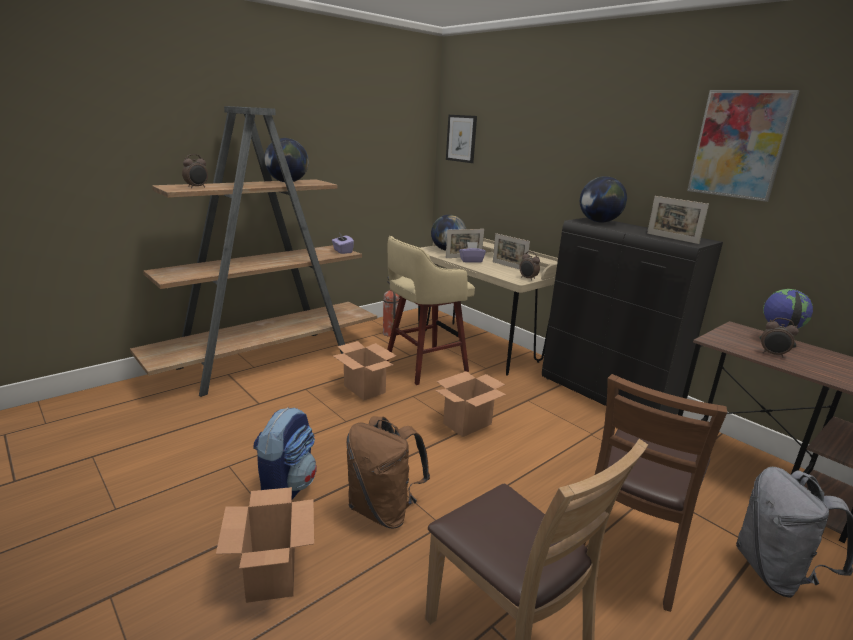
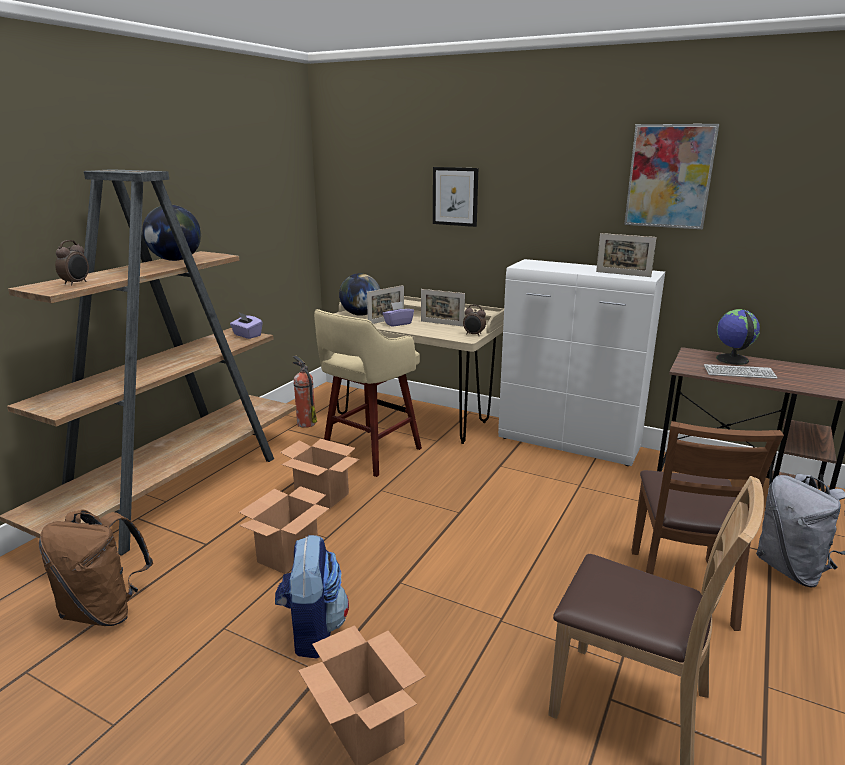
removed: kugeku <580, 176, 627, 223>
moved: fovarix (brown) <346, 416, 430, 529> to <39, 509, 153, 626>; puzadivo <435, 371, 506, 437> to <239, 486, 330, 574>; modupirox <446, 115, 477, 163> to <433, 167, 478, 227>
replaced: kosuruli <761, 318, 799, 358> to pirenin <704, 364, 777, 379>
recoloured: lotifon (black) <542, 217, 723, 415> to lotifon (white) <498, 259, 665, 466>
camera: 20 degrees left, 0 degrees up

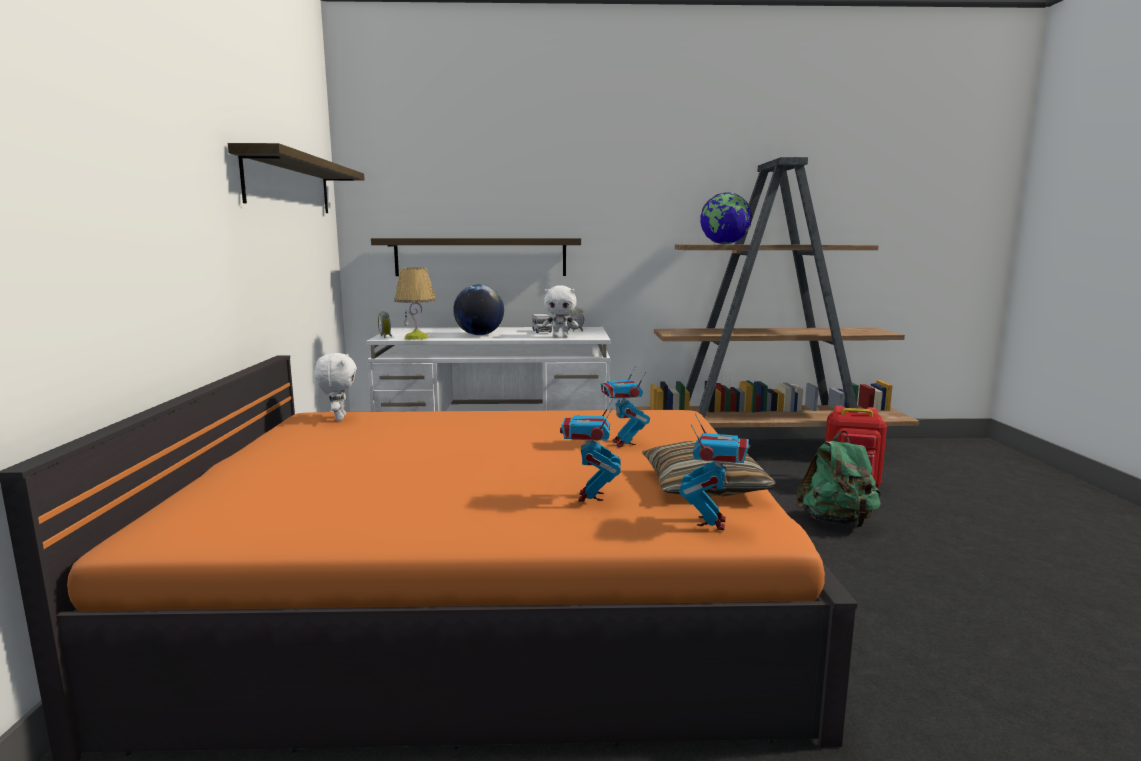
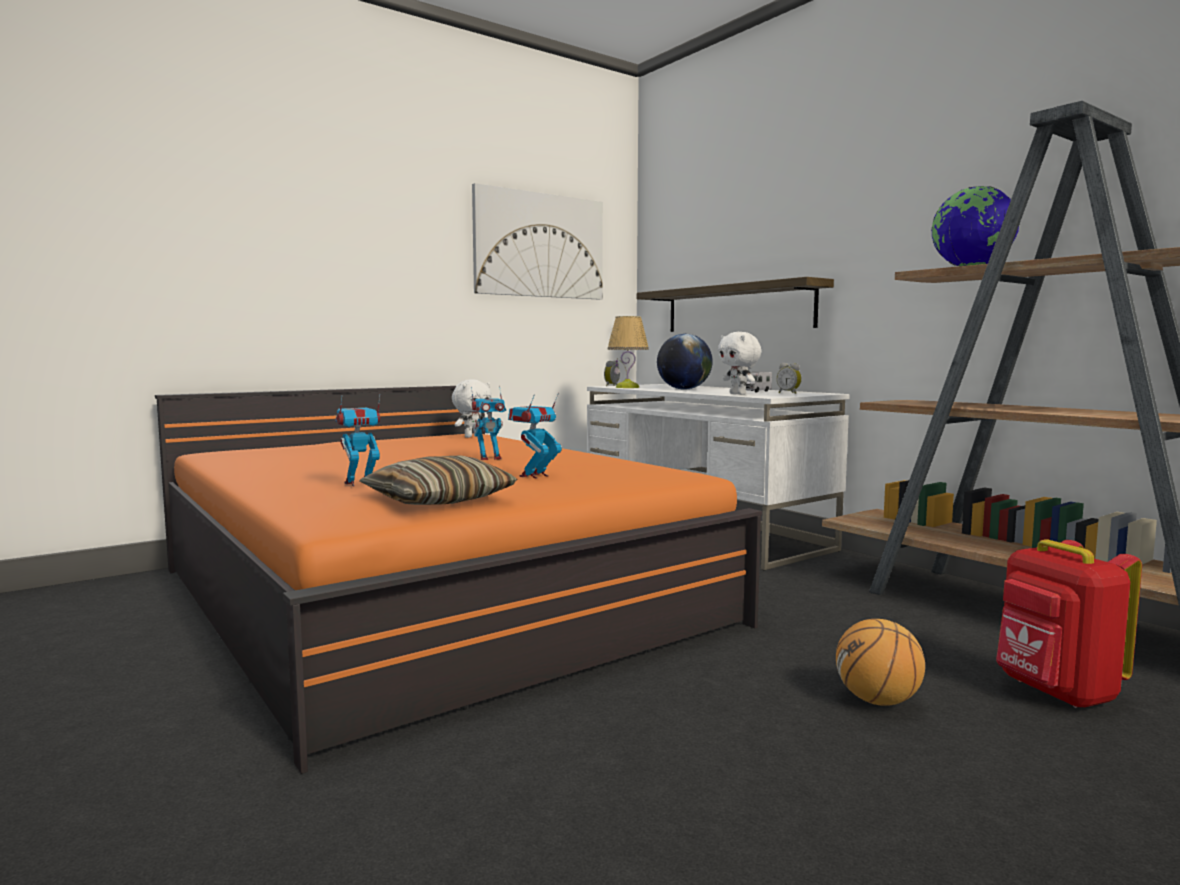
moved: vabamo <679, 413, 750, 530> to <471, 386, 506, 460>
replaced: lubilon <228, 143, 365, 213> to modupirox <472, 183, 603, 299>; fovarix (green) <796, 431, 881, 528> to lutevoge <836, 619, 925, 706>
camera: 55 degrees right, 5 degrees down

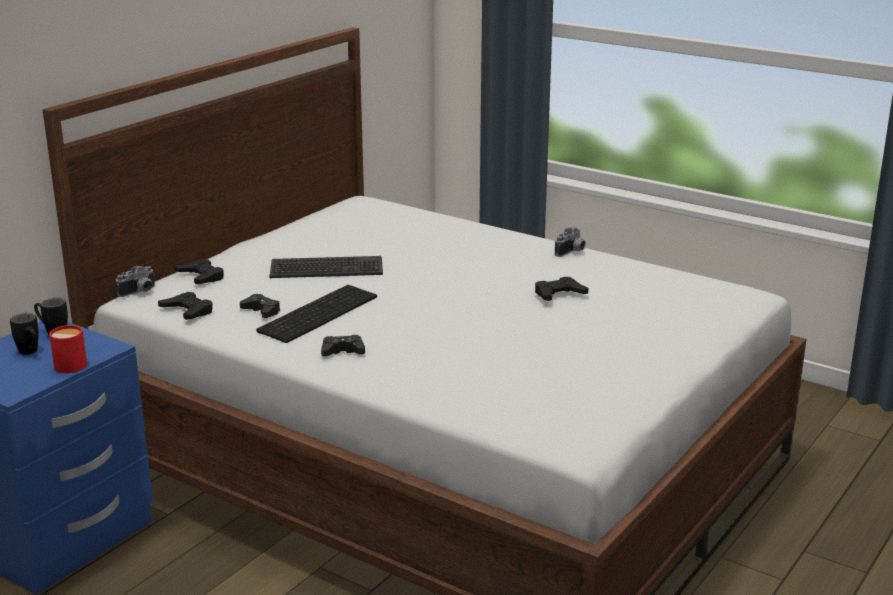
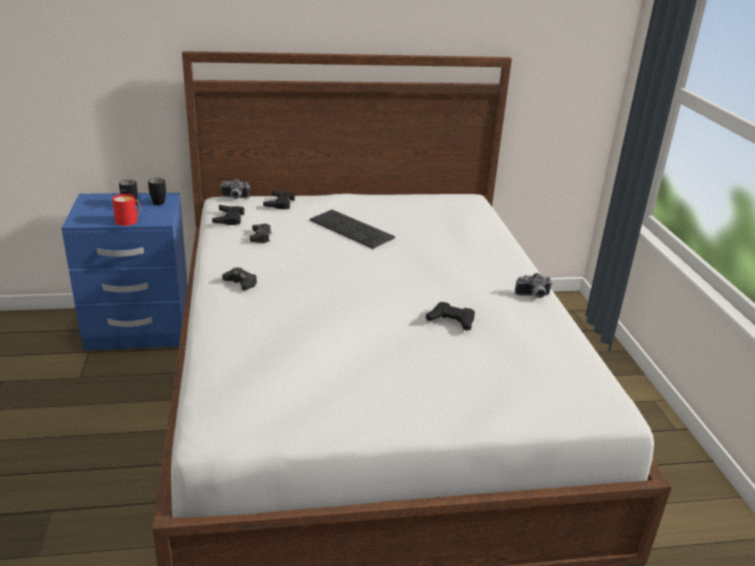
removed: pirenin <256, 285, 377, 343>
camera: 45 degrees right, 5 degrees up

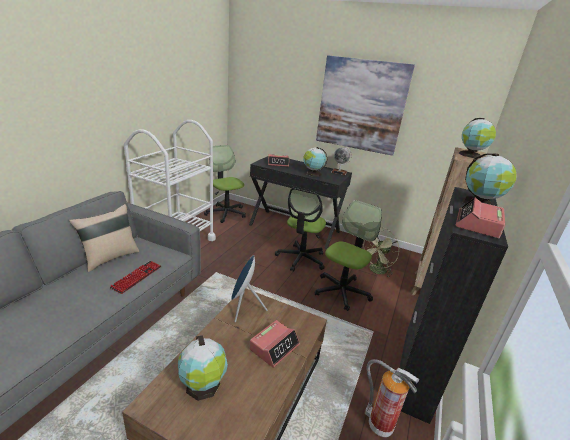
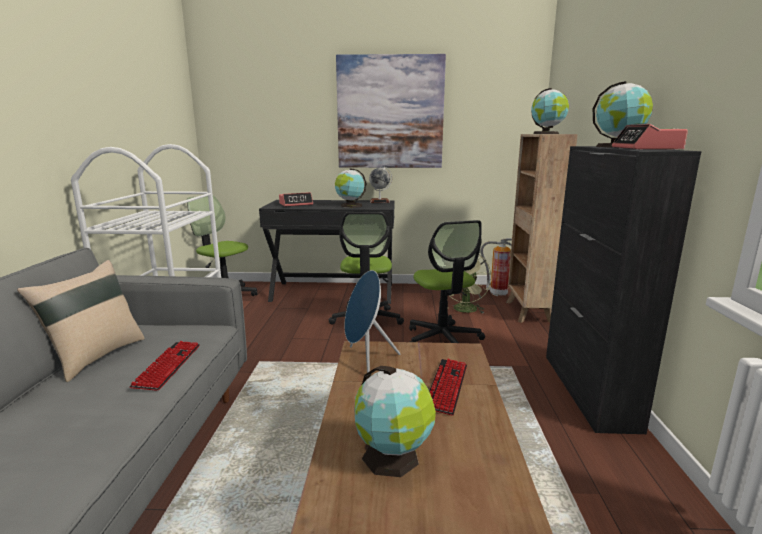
moved: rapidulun <365, 359, 419, 437> to <481, 238, 512, 296>
replaced: kosuruli <249, 320, 300, 368> to pirenin <429, 359, 467, 416>
turned: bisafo <315, 200, 382, 311> = <409, 220, 485, 343> 150 degrees clockwise
camera: 20 degrees left, 10 degrees down

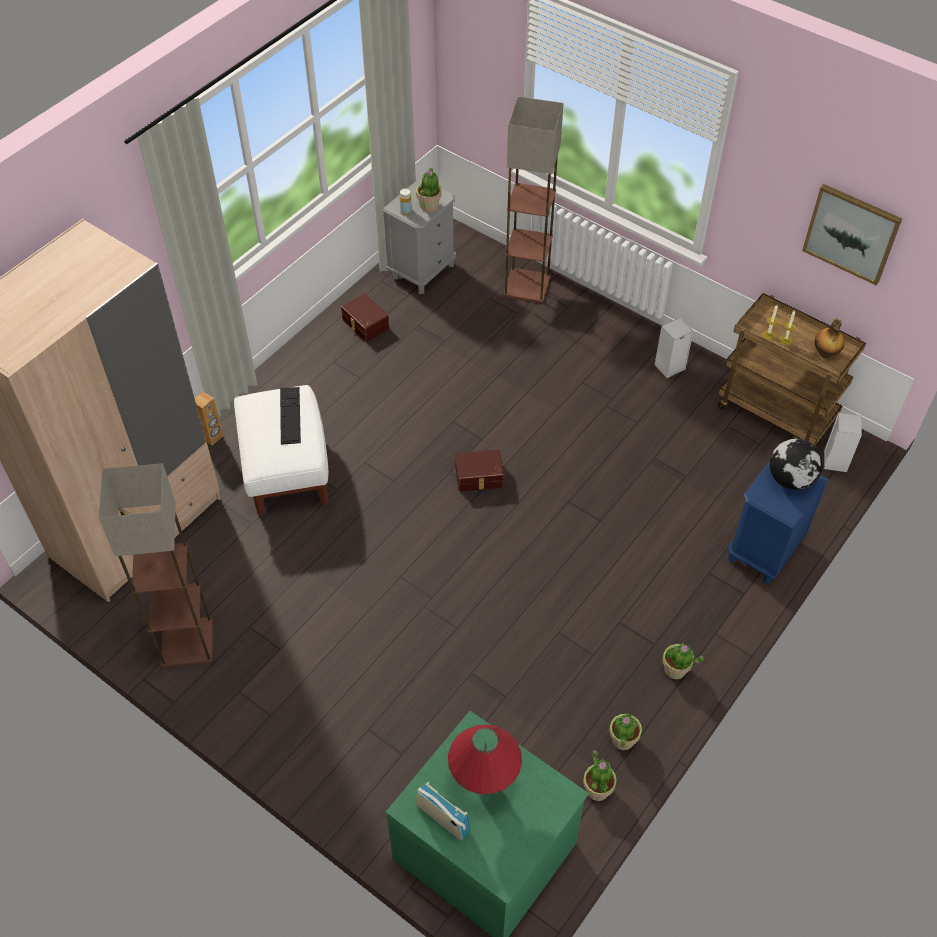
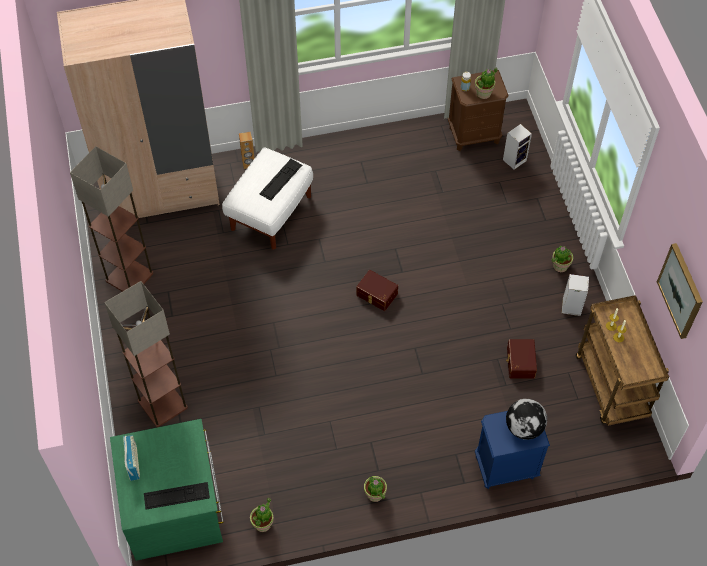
removed: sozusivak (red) <448, 725, 522, 794>; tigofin <815, 319, 845, 358>
added: pirenin <144, 482, 210, 510>
moved: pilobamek <503, 96, 564, 303> to <104, 281, 188, 427>; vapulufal <824, 413, 862, 472> to <503, 124, 532, 170>; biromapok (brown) <341, 294, 389, 342> to <506, 339, 537, 378>; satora <609, 714, 642, 750> to <552, 246, 573, 272>
recoloured: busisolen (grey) <382, 178, 456, 294> to busisolen (brown) <448, 70, 509, 151>
camera: 40 degrees right, 5 degrees up

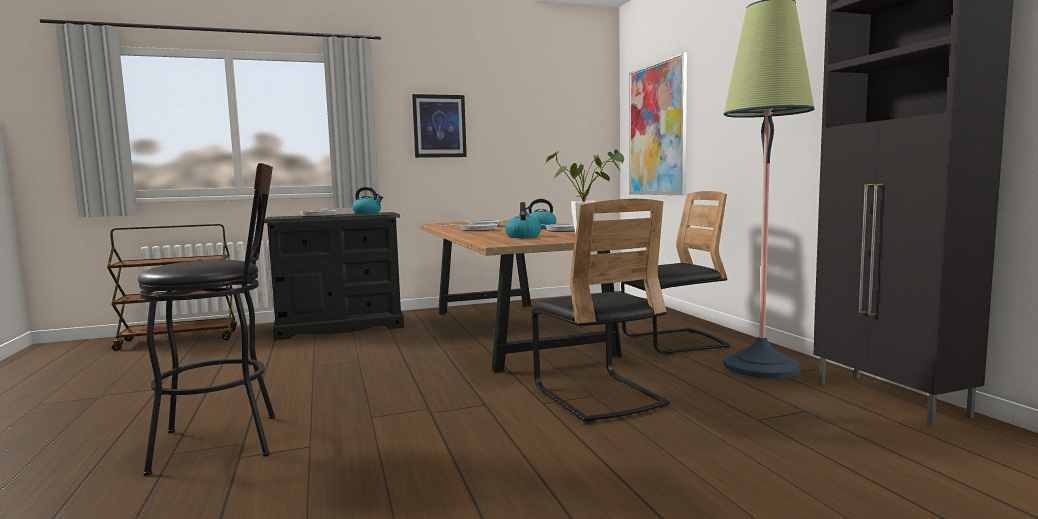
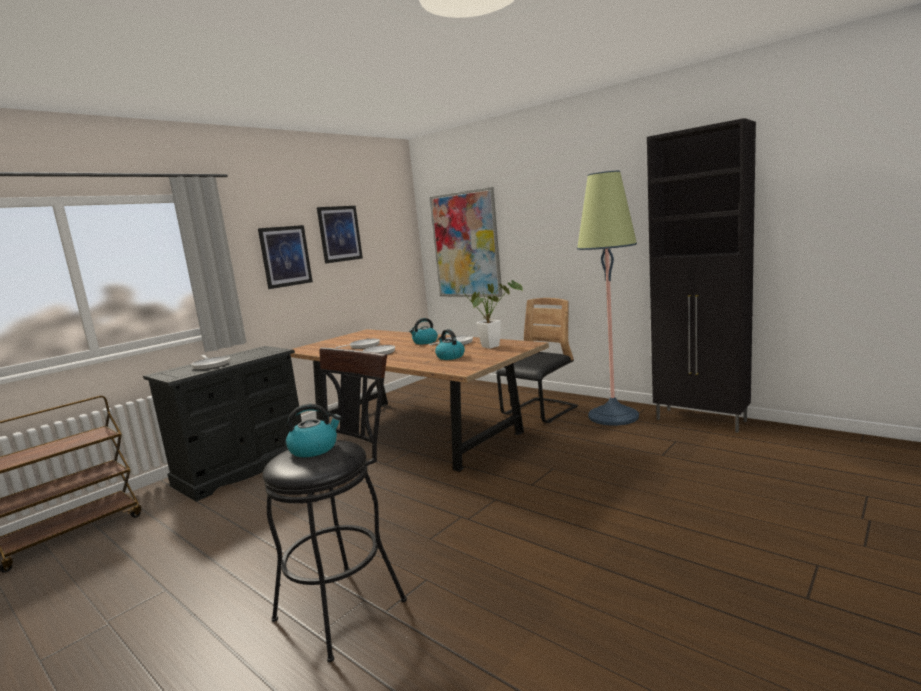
removed: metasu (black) <532, 199, 670, 423>
added: modupirox <317, 206, 363, 264>
moved: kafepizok <352, 187, 383, 214> to <286, 404, 342, 457>
camera: 30 degrees left, 5 degrees up

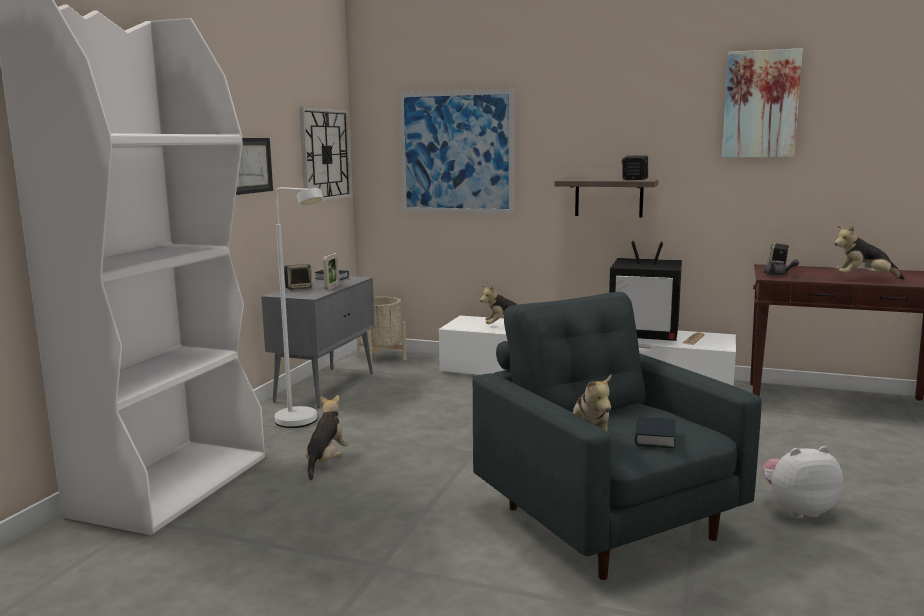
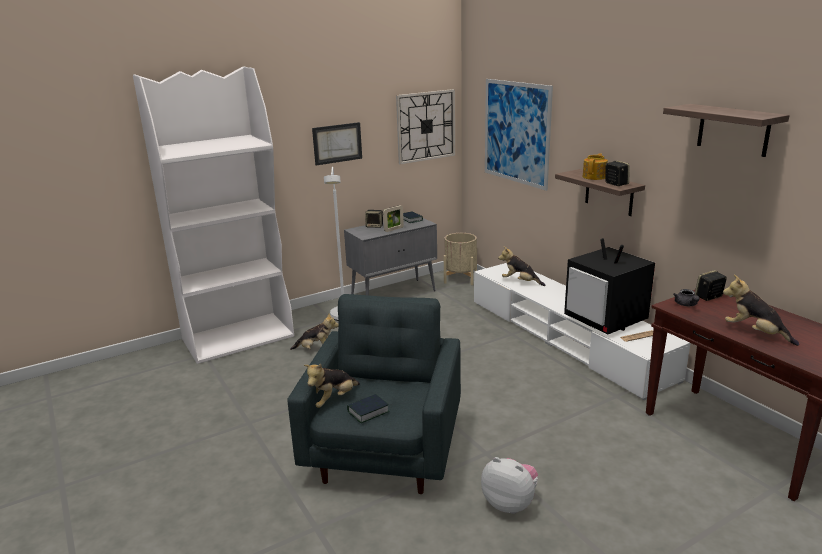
added: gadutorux <582, 154, 608, 180>
replaced: modupirox <722, 48, 803, 157> to lubilon <663, 104, 790, 157>
turned: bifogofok <305, 395, 349, 480> = <290, 313, 338, 350> 45 degrees clockwise
camera: 40 degrees right, 10 degrees up

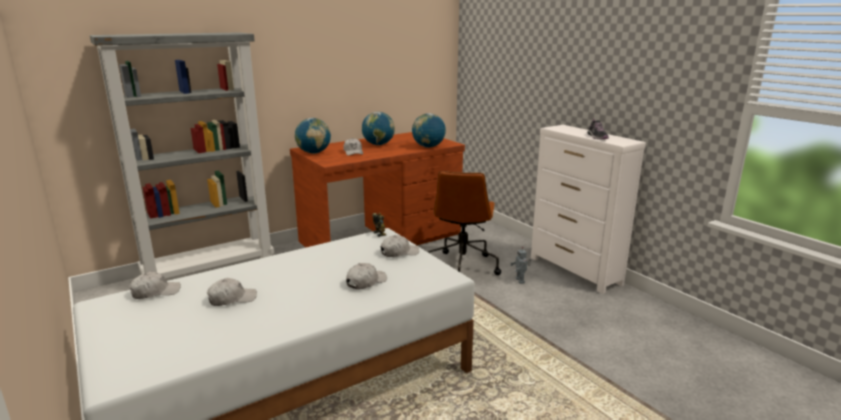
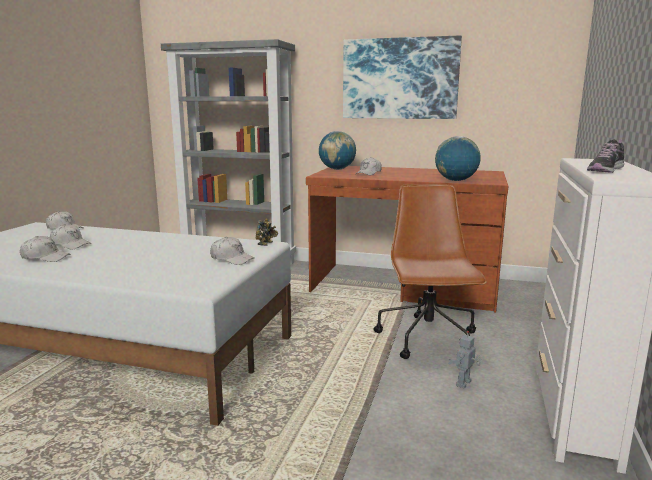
removed: kugeku <362, 112, 395, 145>
added: modupirox <343, 35, 462, 119>
moved: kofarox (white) <346, 263, 387, 290> to <20, 236, 71, 262>
turned: bisafo (brown) <427, 171, 501, 275> = <374, 184, 487, 359> 120 degrees clockwise
camera: 50 degrees right, 5 degrees down

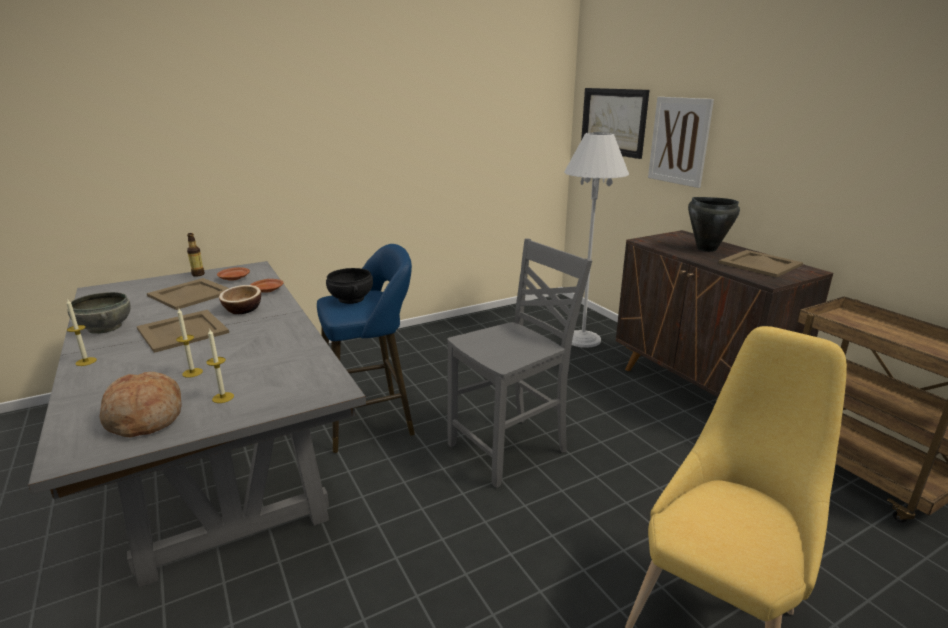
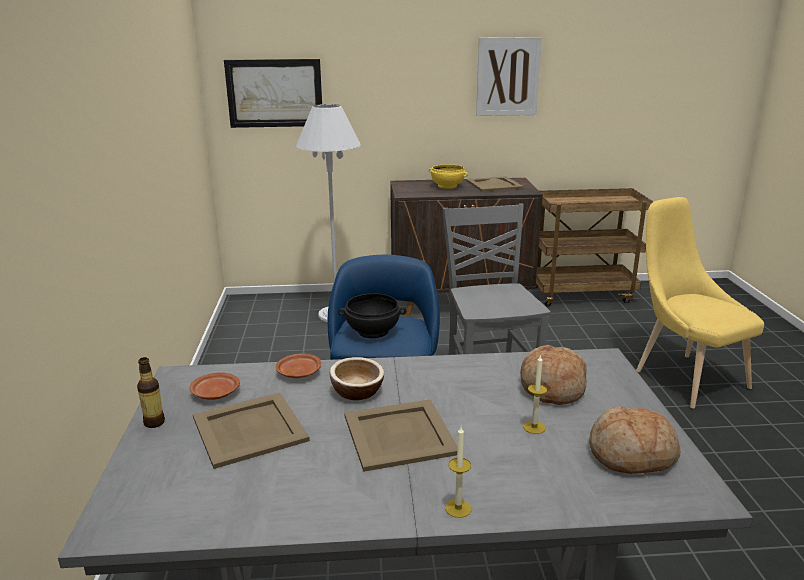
removed: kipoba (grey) <67, 292, 131, 334>; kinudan <206, 328, 234, 403>
added: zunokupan <520, 345, 587, 405>
moved: modupirox <648, 97, 714, 188> to <476, 37, 542, 116>
replaced: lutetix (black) <688, 197, 740, 252> to kipoba (yellow) <429, 164, 468, 189>
camera: 65 degrees left, 0 degrees up

